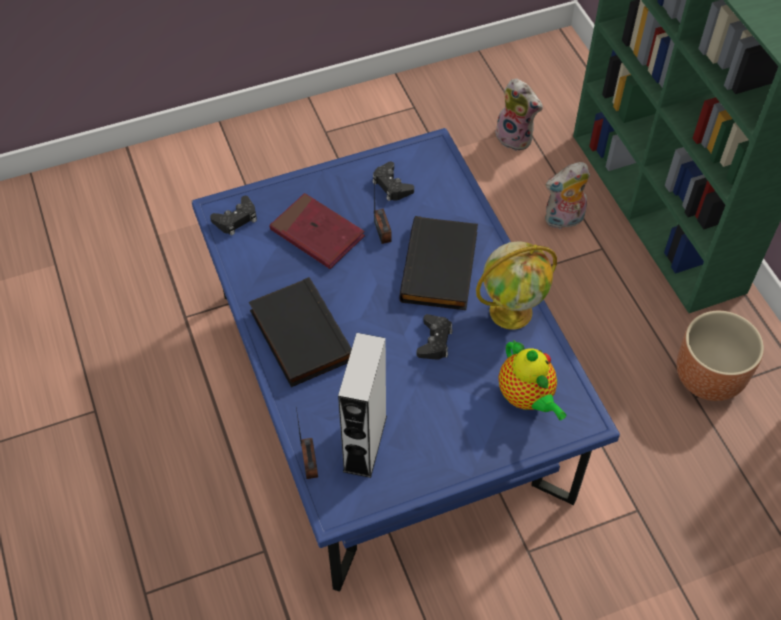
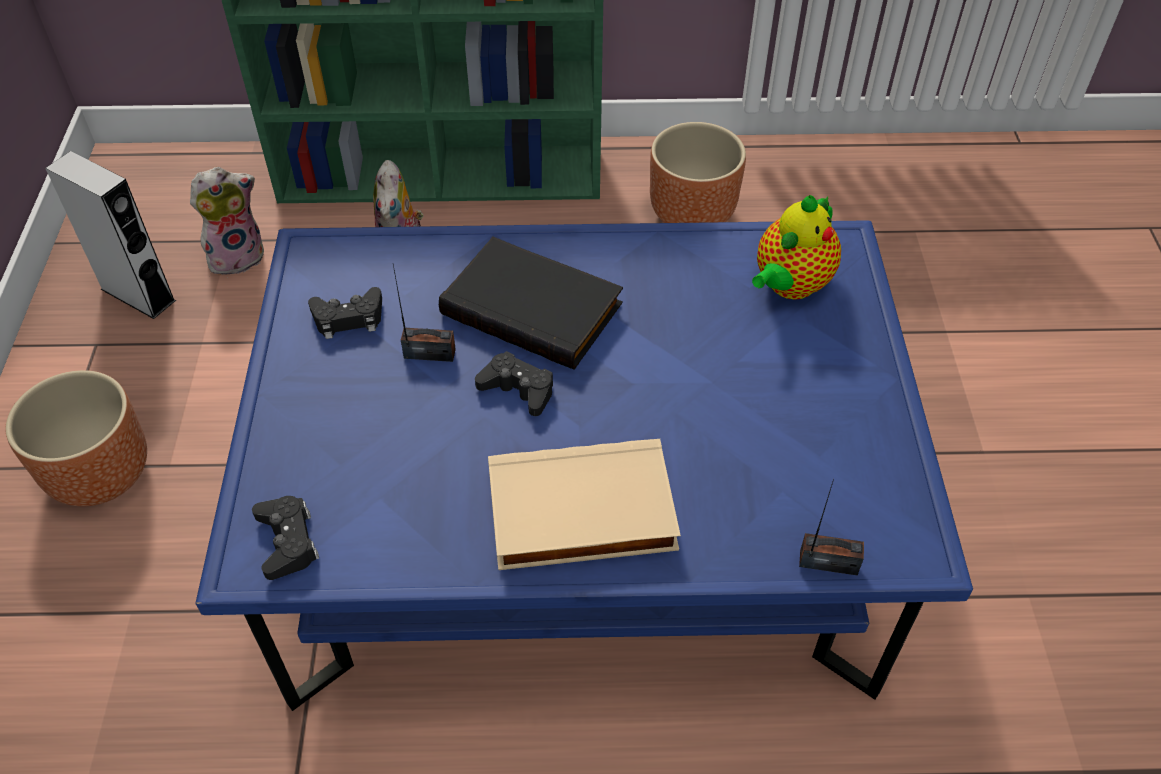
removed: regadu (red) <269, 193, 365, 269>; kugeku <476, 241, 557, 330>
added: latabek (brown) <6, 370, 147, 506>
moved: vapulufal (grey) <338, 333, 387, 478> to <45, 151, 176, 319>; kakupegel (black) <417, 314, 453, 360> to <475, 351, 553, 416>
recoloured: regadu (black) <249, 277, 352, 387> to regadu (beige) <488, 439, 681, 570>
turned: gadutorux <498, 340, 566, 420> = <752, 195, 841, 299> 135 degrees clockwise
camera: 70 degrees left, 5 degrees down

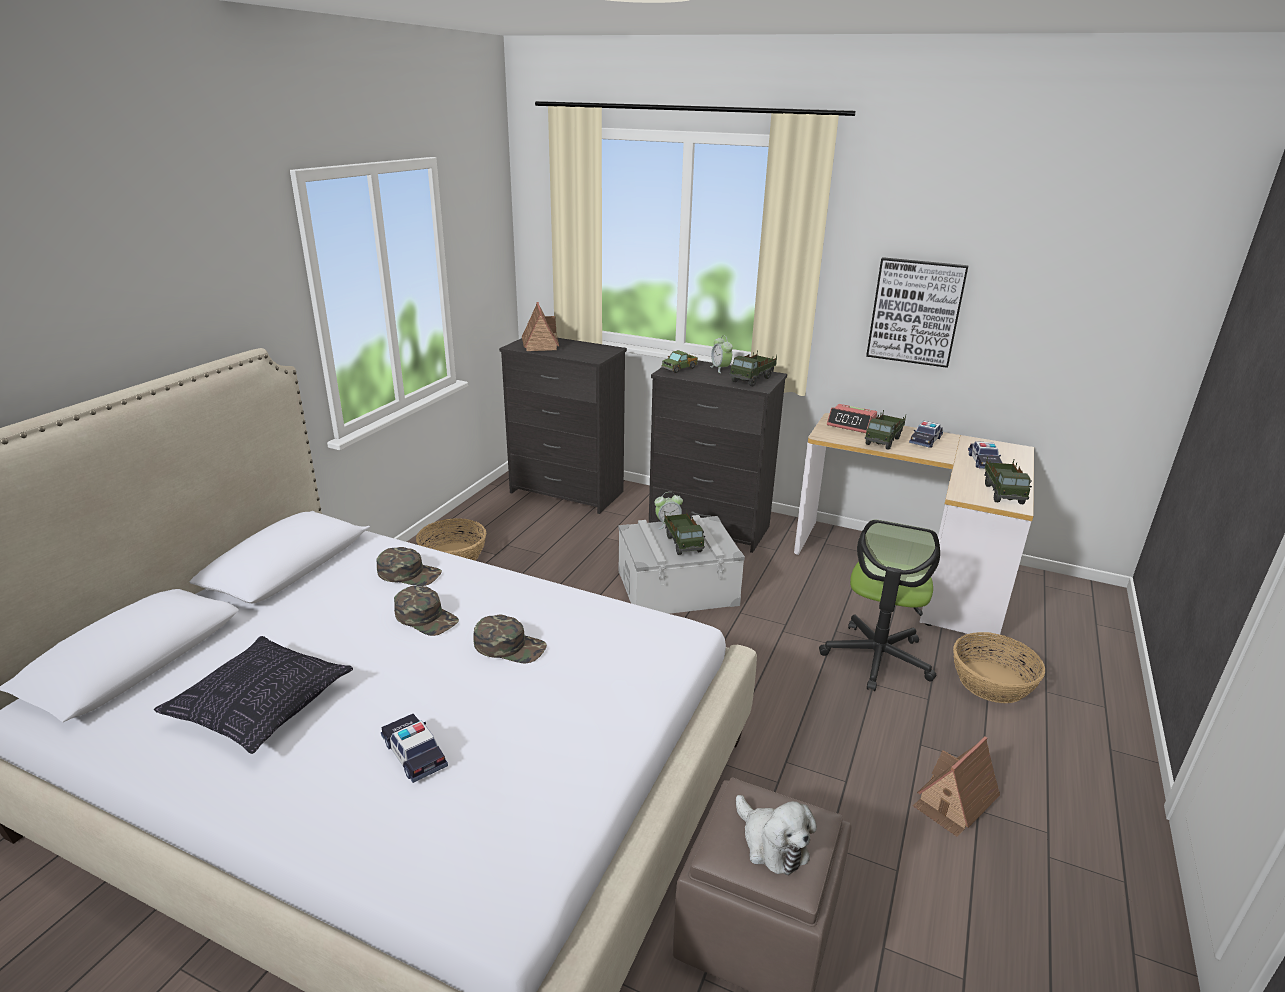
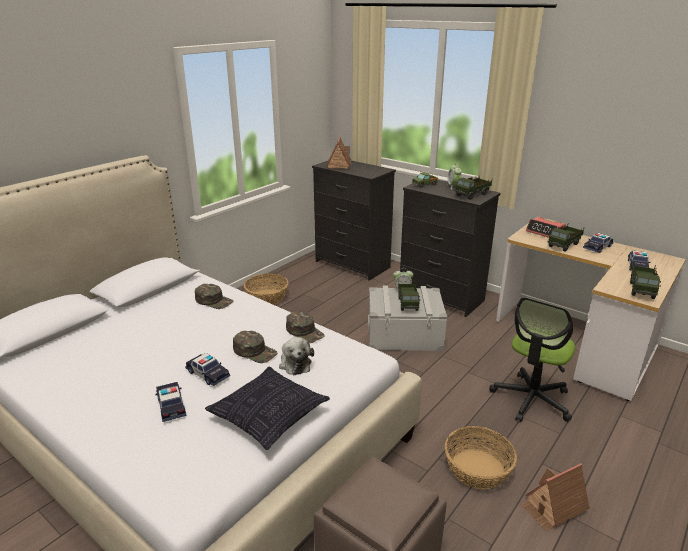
removed: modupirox <866, 257, 969, 368>
added: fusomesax <185, 353, 230, 386>
moved: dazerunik <154, 636, 353, 754> to <205, 367, 330, 450>; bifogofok <736, 795, 817, 875> to <279, 337, 314, 375>; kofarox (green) <394, 586, 459, 636> to <286, 311, 324, 343>; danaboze <953, 632, 1045, 703> to <445, 426, 517, 489>
camera: 15 degrees right, 0 degrees up

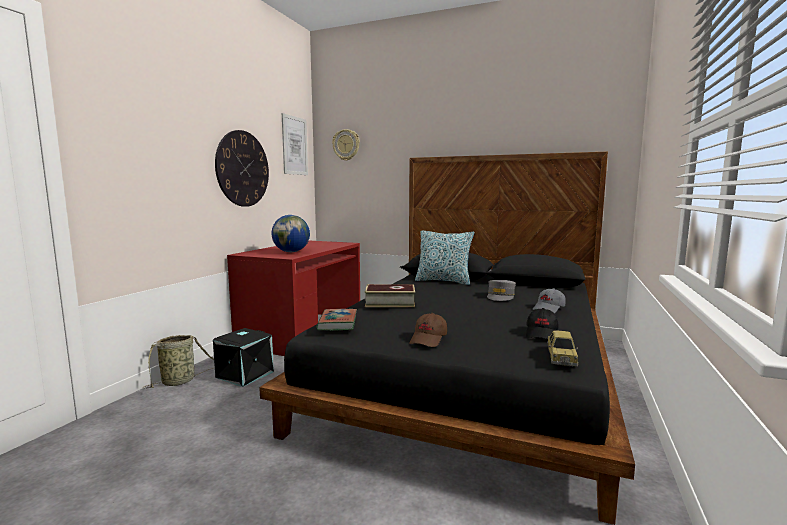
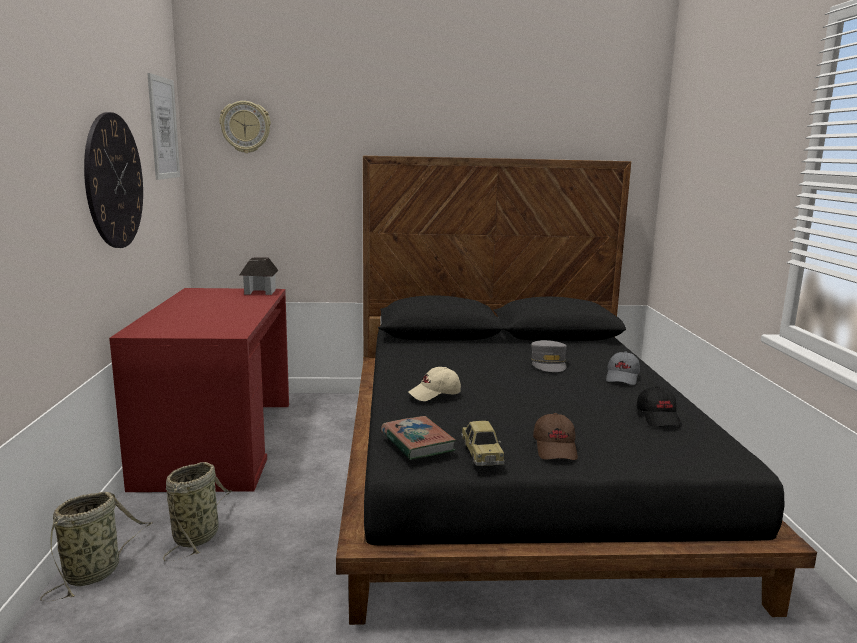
removed: kugeku <271, 215, 310, 252>; dazerunik <415, 230, 474, 285>
added: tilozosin <239, 258, 278, 295>
moved: fusomesax <547, 331, 578, 366> to <461, 421, 504, 466>
replaced: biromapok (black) <213, 328, 274, 387> to danaboze <163, 462, 232, 561>; regadu <365, 284, 415, 307> to kofarox (beige) <409, 367, 461, 401>
camera: 25 degrees left, 5 degrees up

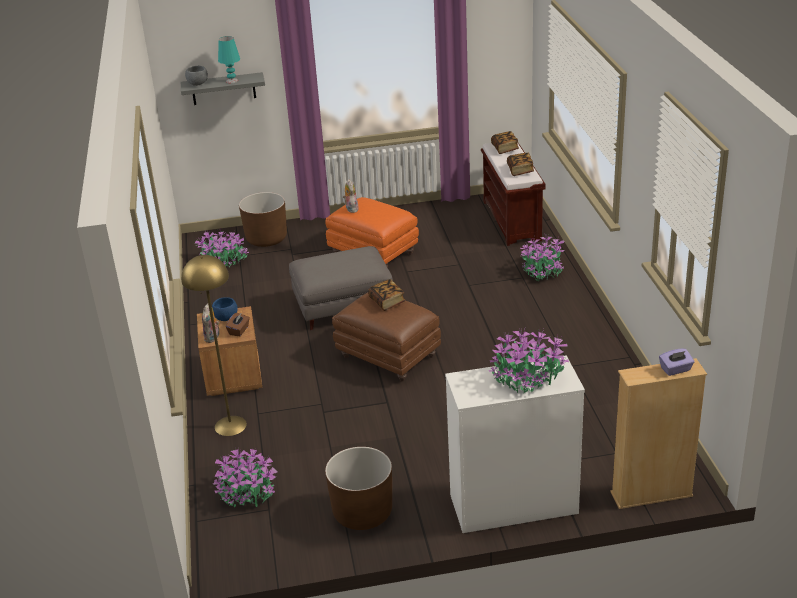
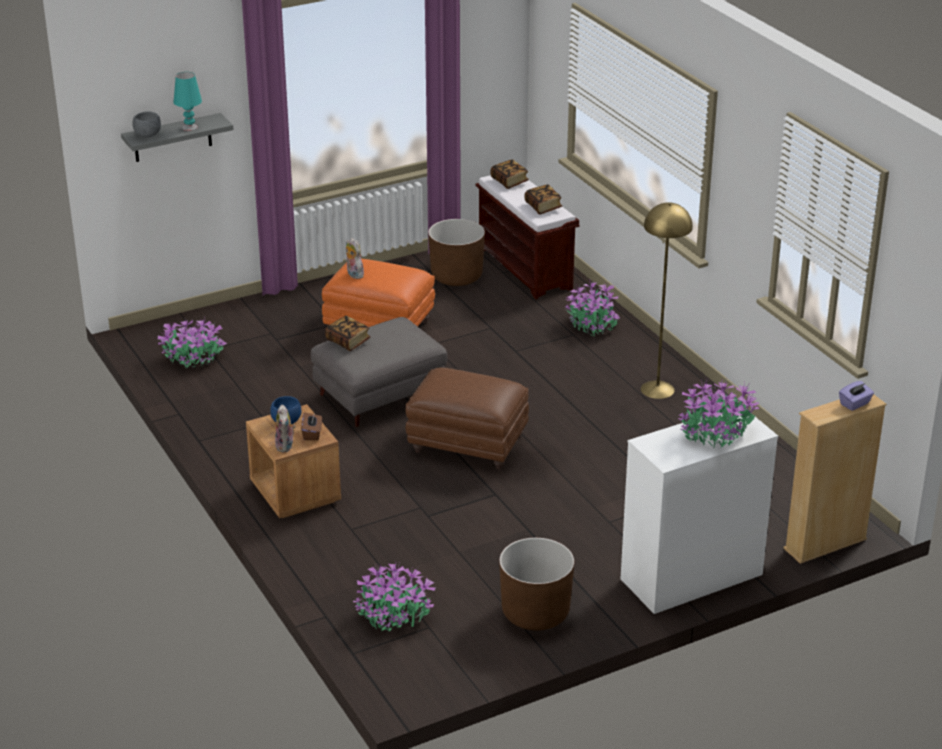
moved: regadu <368, 279, 406, 311> to <325, 315, 371, 351>; latabek (brown) <239, 192, 287, 247> to <428, 219, 485, 286>; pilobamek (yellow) <181, 255, 247, 436> to <641, 202, 693, 399>
camera: 20 degrees left, 0 degrees up

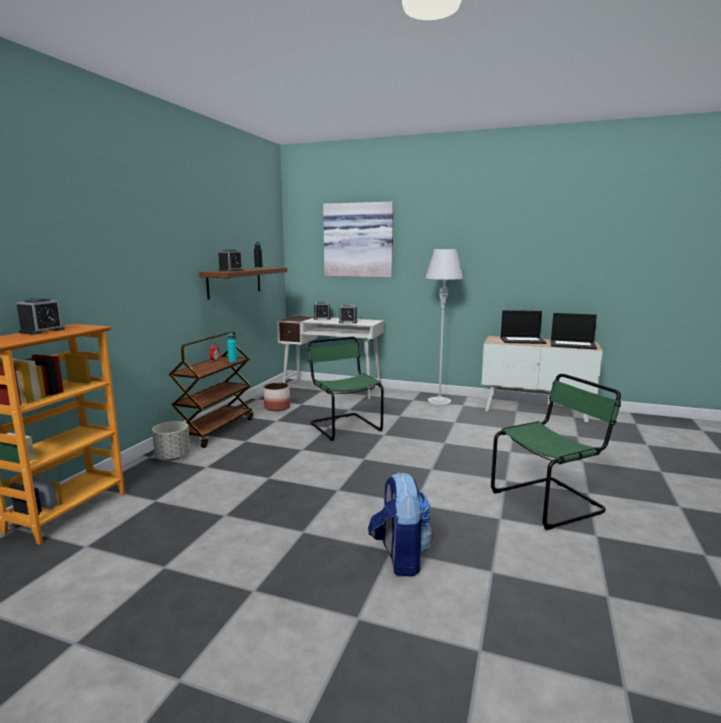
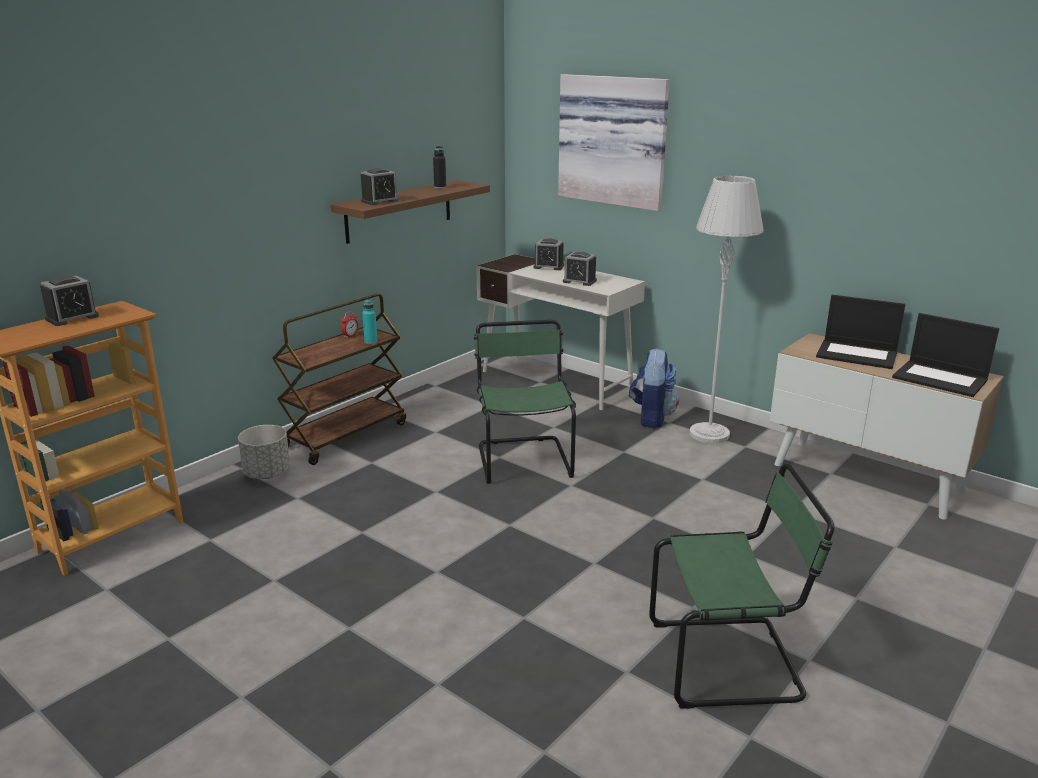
removed: latabek <263, 383, 290, 411>
moved: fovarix <368, 472, 433, 577> to <629, 348, 679, 428>
camera: 20 degrees right, 10 degrees up

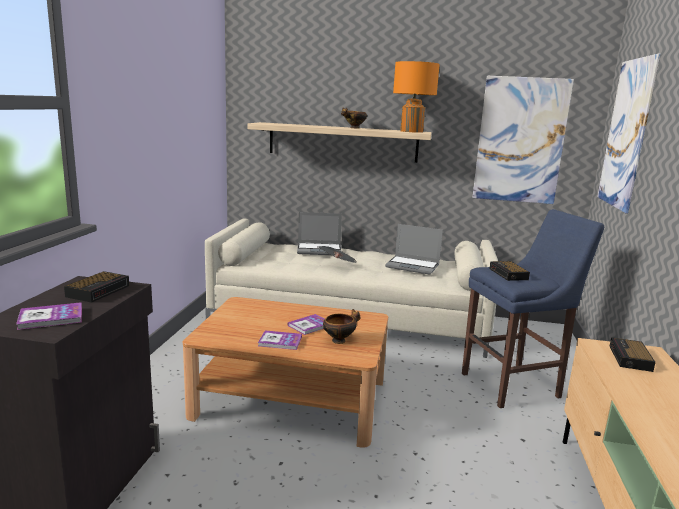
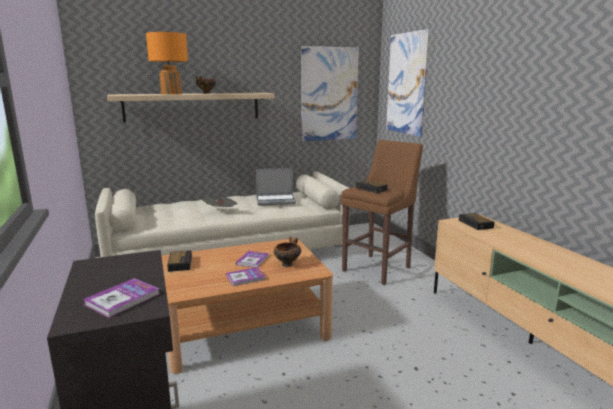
removed: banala <297, 212, 342, 255>
moved: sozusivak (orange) <393, 61, 440, 133> to <146, 32, 188, 95>; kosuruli <64, 271, 129, 303> to <167, 250, 192, 272>
recoloured: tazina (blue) <462, 209, 604, 408> to tazina (brown) <341, 140, 423, 285>
camera: 30 degrees left, 0 degrees up

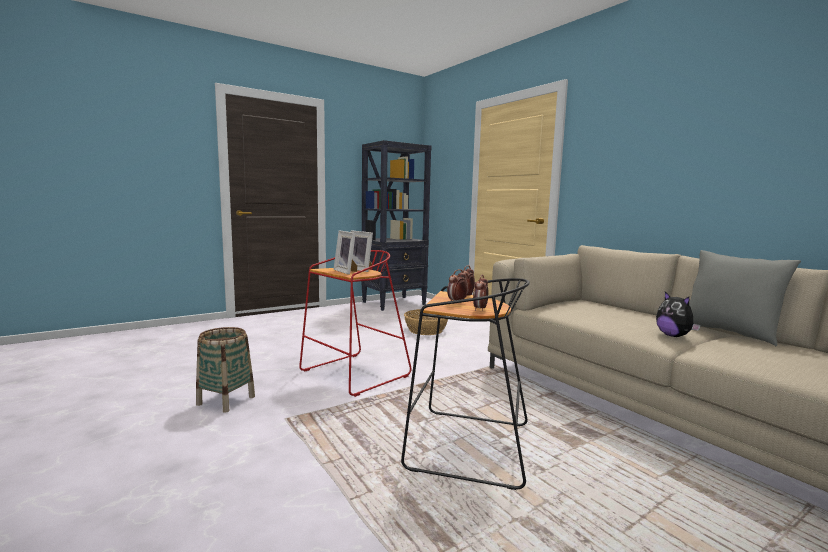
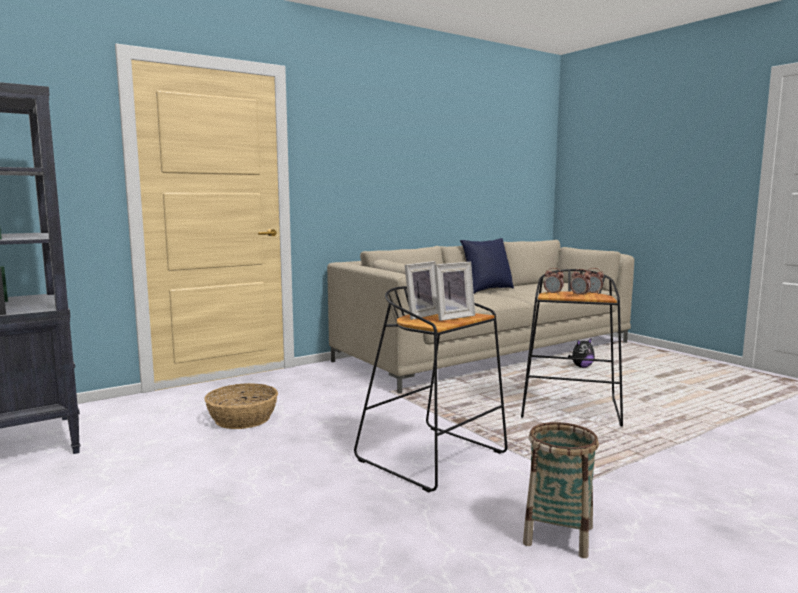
moved: bifogofok <656, 292, 701, 337> to <568, 338, 595, 368>
recoloured: tazina (red) <299, 250, 412, 397> to tazina (black) <354, 286, 508, 492>; dazerunik (grey) <689, 250, 801, 347> to dazerunik (blue) <460, 238, 514, 294>
camera: 90 degrees left, 0 degrees up

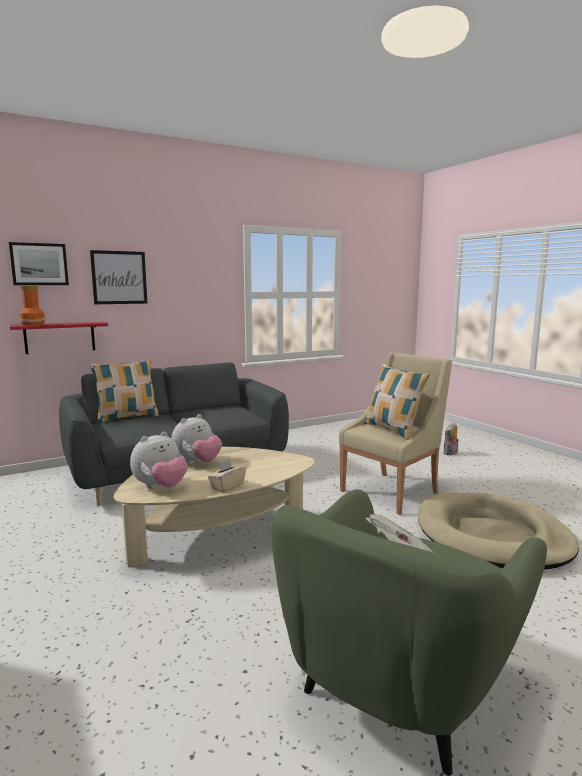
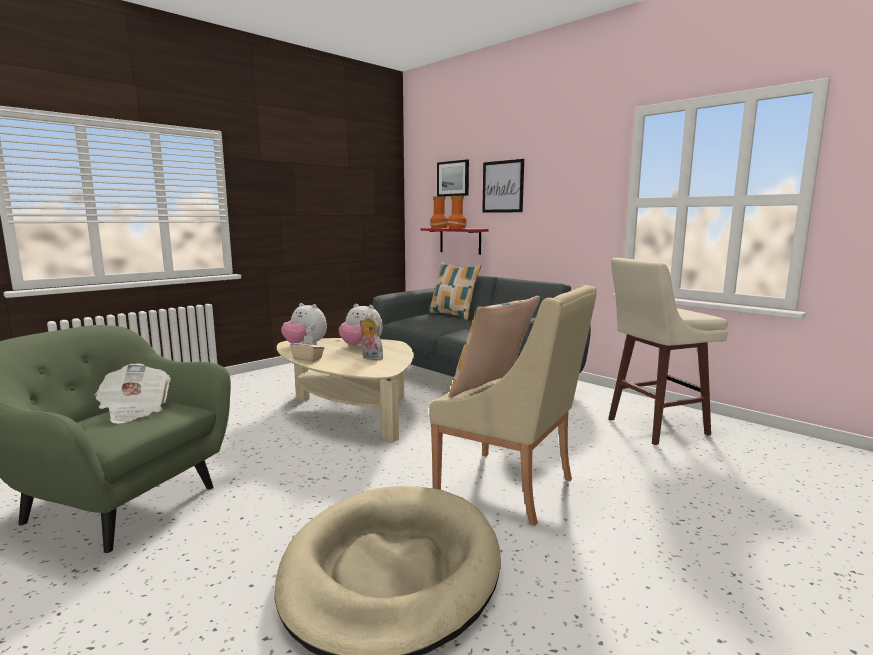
added: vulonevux <448, 196, 467, 229>; tazina (beige) <608, 258, 728, 445>
moved: bifogofok <443, 422, 459, 456> to <360, 313, 383, 360>
camera: 75 degrees right, 0 degrees up

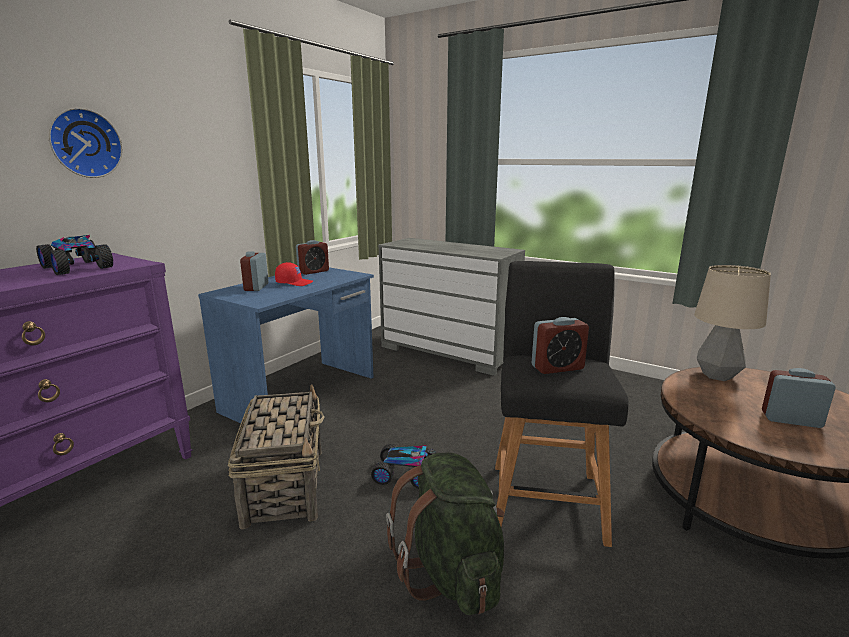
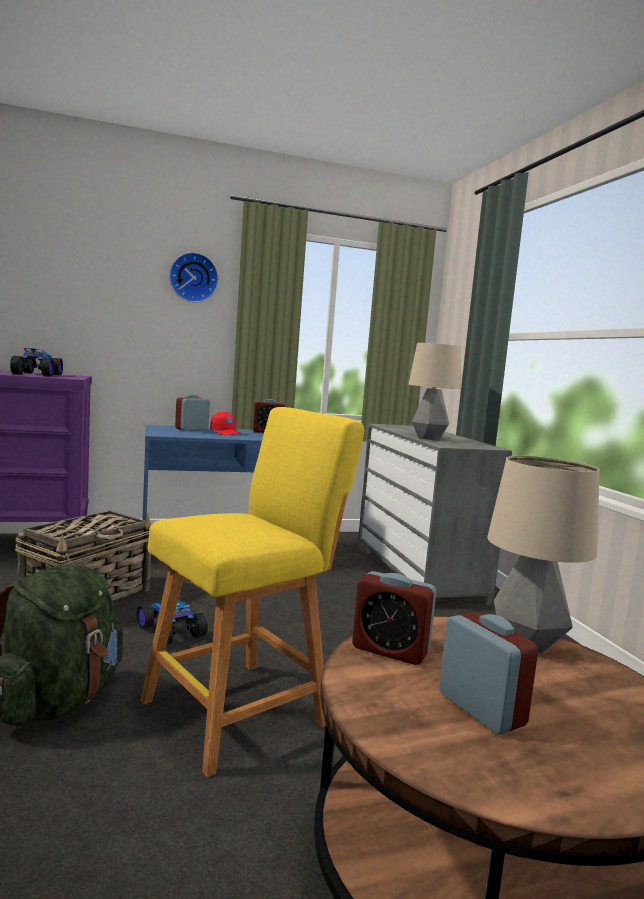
added: sozusivak <408, 343, 461, 440>
moved: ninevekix <48, 108, 123, 178> to <169, 252, 219, 303>; kosuruli <532, 317, 589, 374> to <352, 571, 436, 665>
recoloured: tazina (black) <495, 261, 629, 547> to tazina (yellow) <140, 407, 364, 777>
camera: 40 degrees right, 10 degrees down

